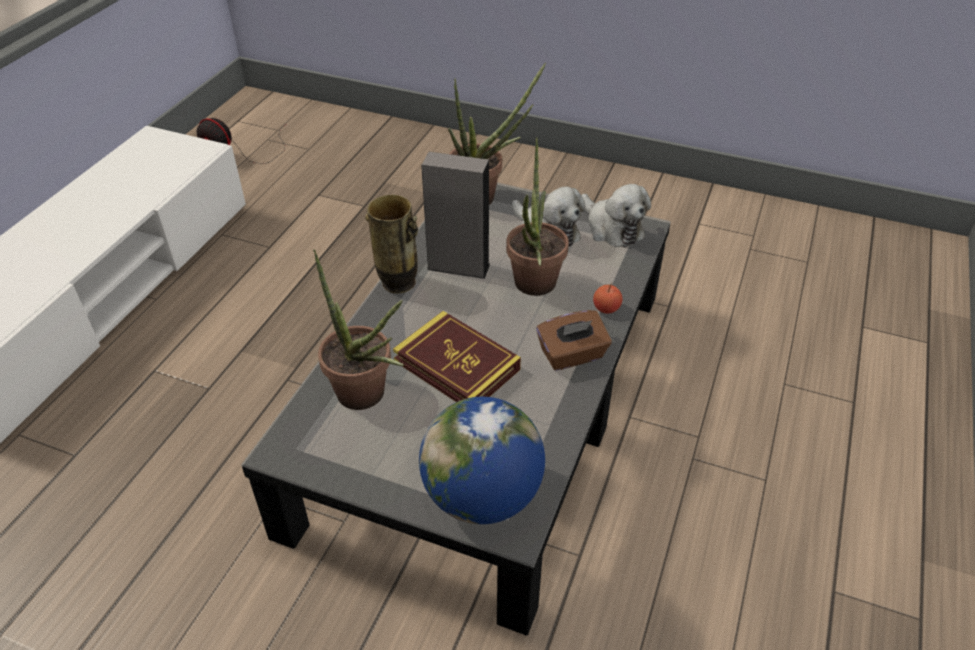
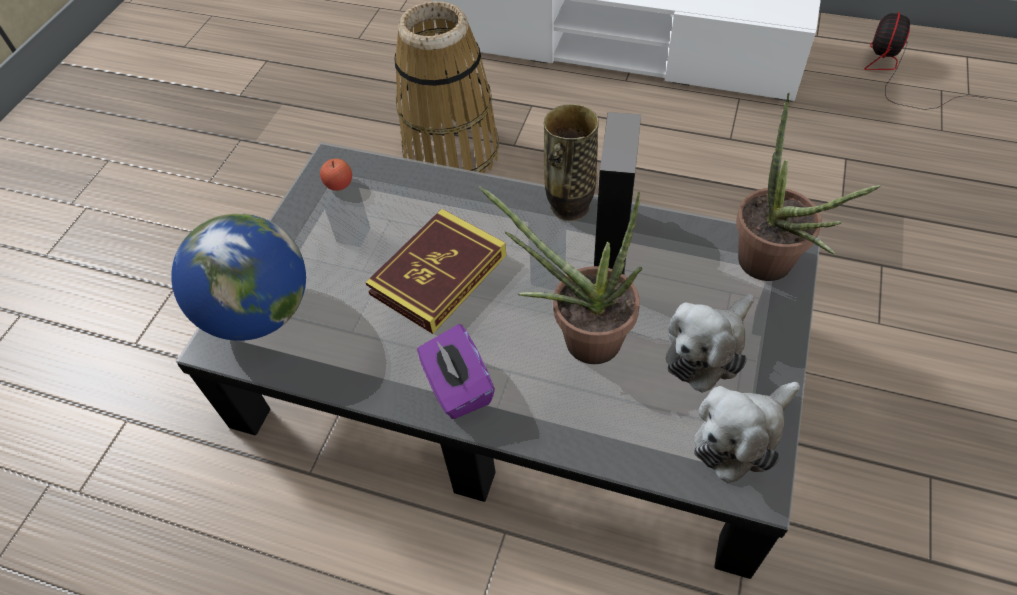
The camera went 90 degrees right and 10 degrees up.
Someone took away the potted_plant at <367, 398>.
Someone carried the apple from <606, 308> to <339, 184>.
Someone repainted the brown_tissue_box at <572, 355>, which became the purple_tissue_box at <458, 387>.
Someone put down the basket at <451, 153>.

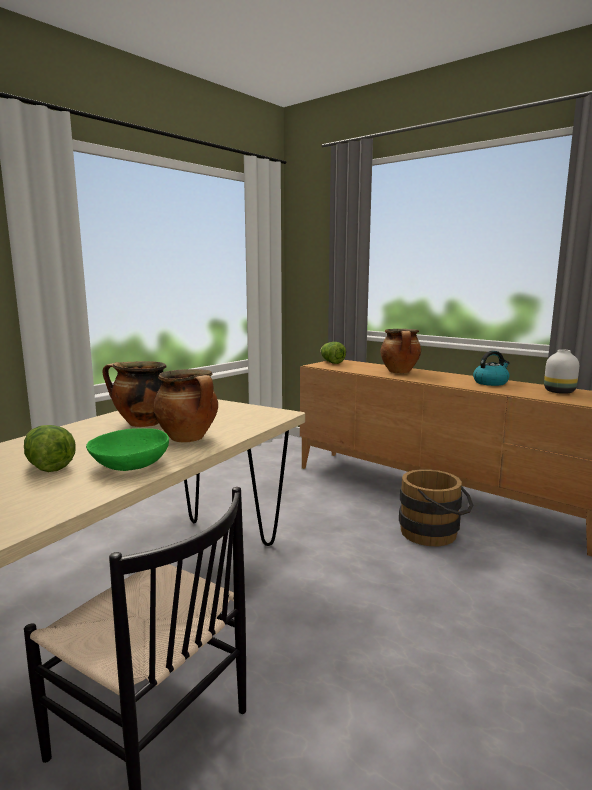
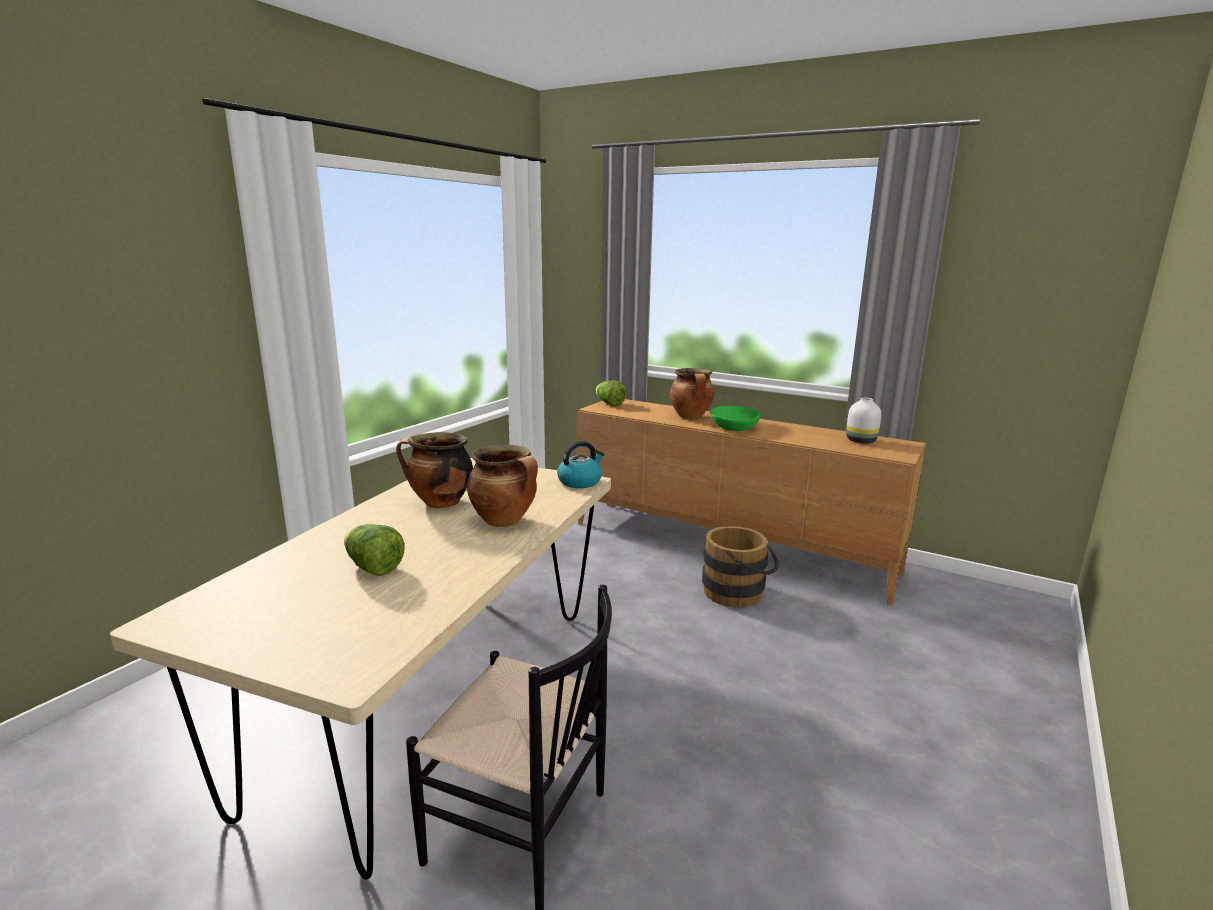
The camera went 10 degrees left and 5 degrees up.
Someone carried the kettle from <490, 383> to <580, 482>.
Someone carried the green_bowl from <131, 464> to <734, 428>.

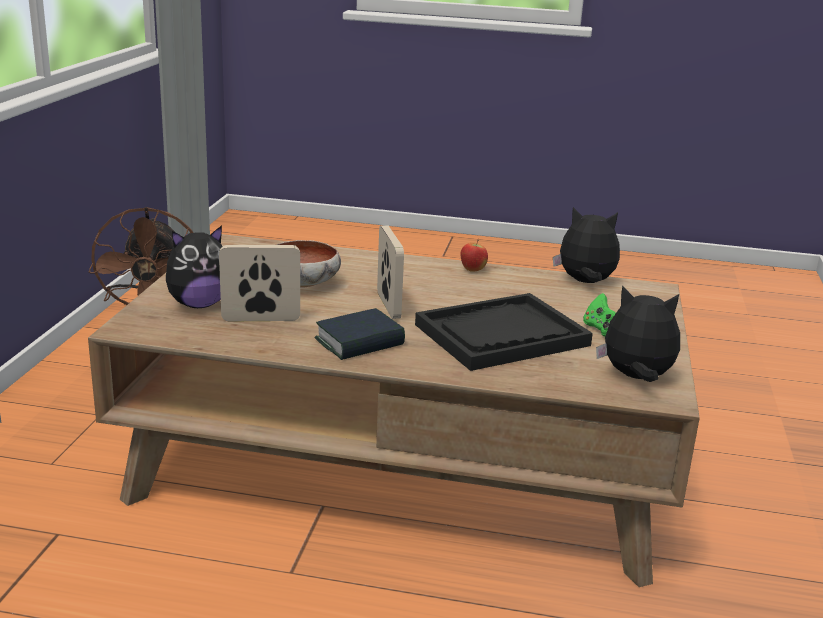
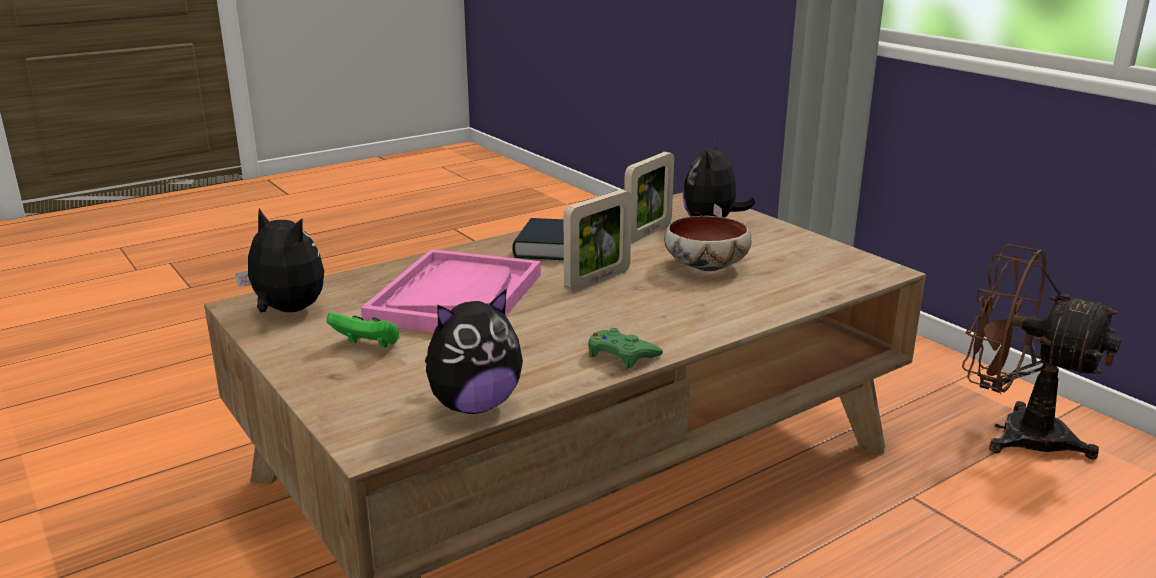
The camera went 135 degrees right and 0 degrees up.
Someone rotated the picture_frame at <388, 305> by 75 degrees counterclockwise.
Someone swapped the apple at <473, 270> for the green_game_controller at <621, 355>.
Someone rotated the plush_toy at <636, 378> by 120 degrees counterclockwise.
Someone repainted the black_tray at <501, 335>, which became the pink_tray at <456, 297>.

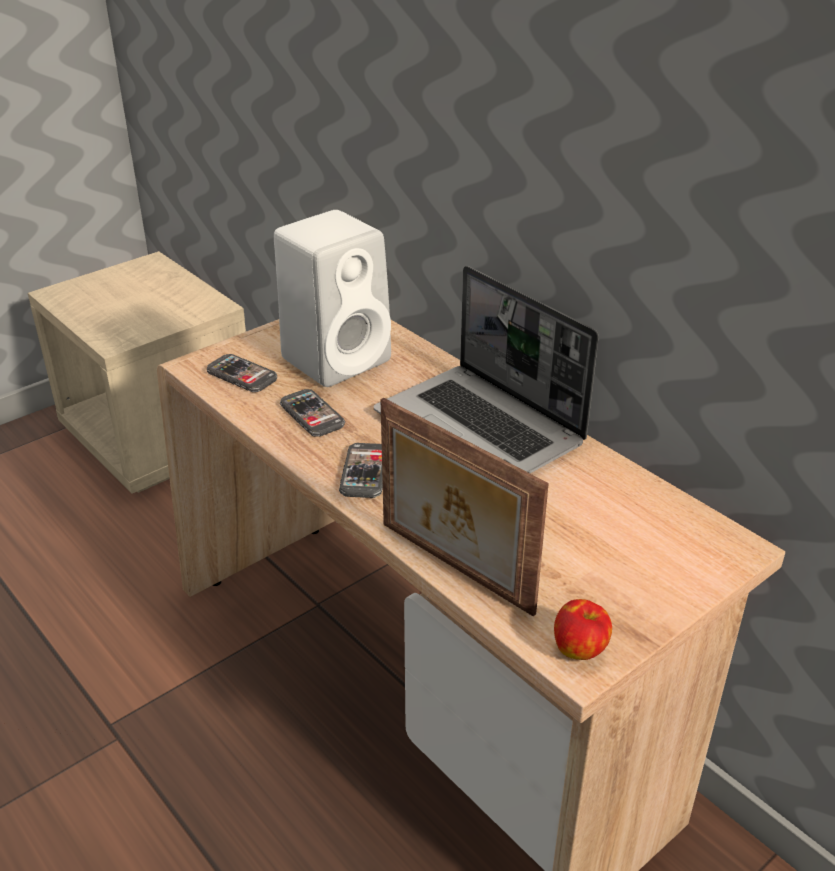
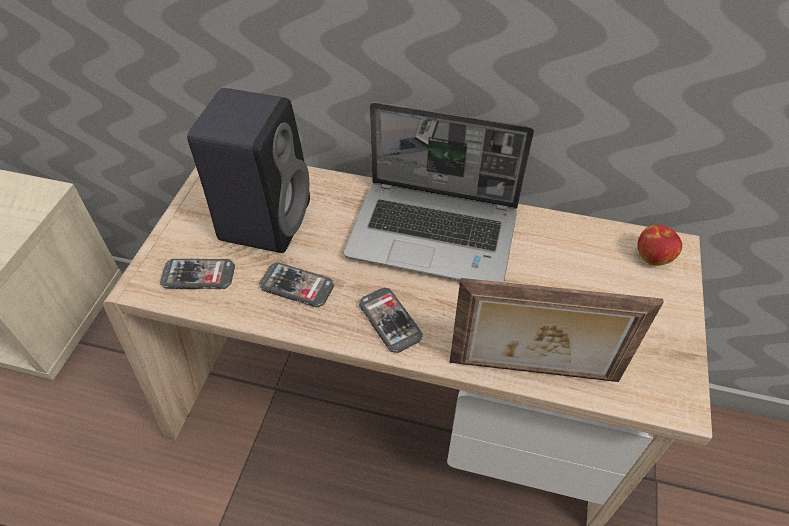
The camera went 35 degrees left and 15 degrees up.
Someone repainted the white_speaker at <338, 358>, which became the black_speaker at <266, 218>.
Someone carried the apple from <580, 649> to <653, 257>.

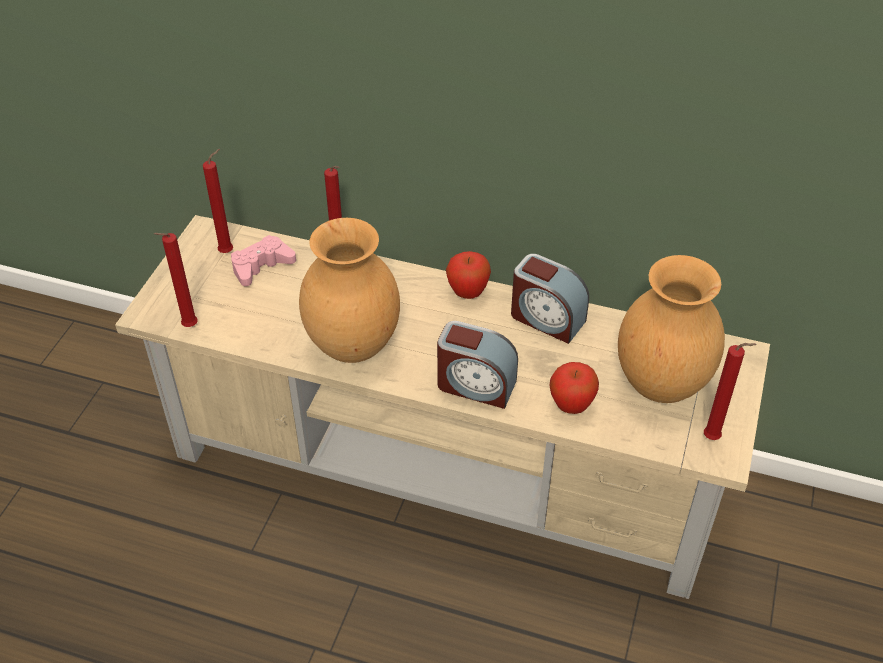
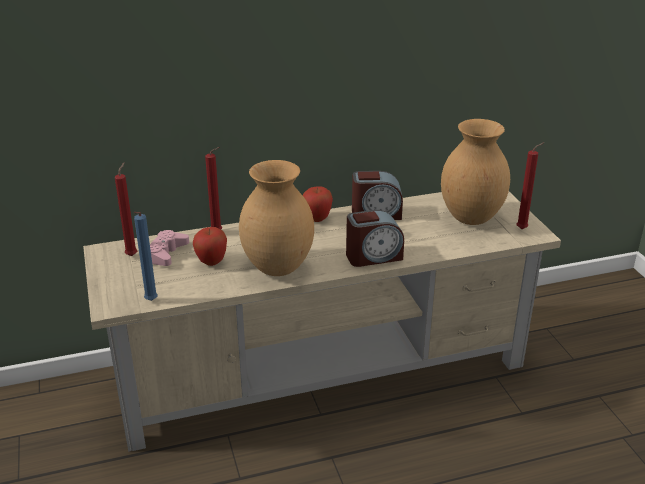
The camera went 35 degrees left and 15 degrees down.
Someone repainted the red_candle at <188, 327>, which became the blue_candle at <150, 302>.
Someone carried the apple from <571, 406> to <211, 262>.

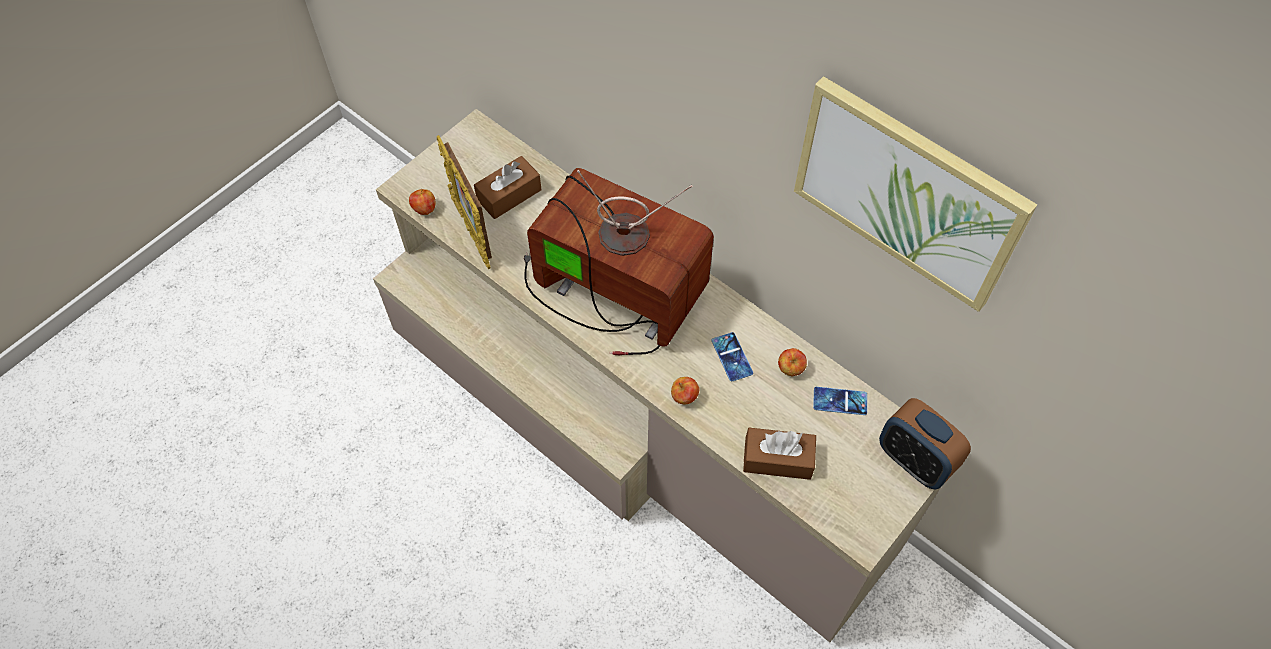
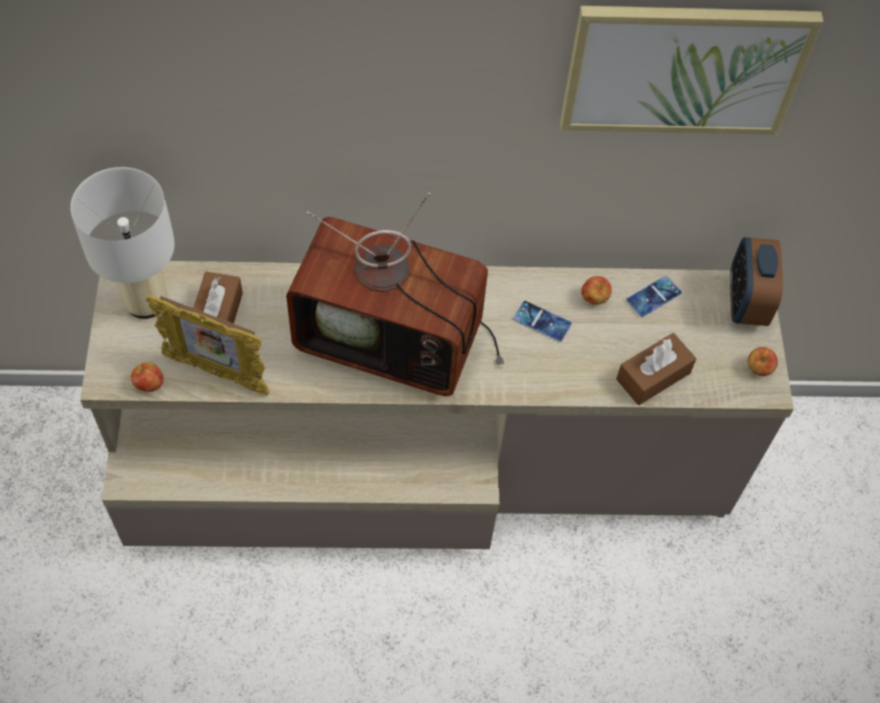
The camera went 45 degrees left and 0 degrees up.
Someone rotated the television at <613, 293> by 150 degrees counterclockwise.
Someone carried the apple from <684, 397> to <758, 369>.
Someone rotated the alarm_clock at <914, 460> by 90 degrees clockwise.
Someone put down the white_table_lamp at <145, 302>.

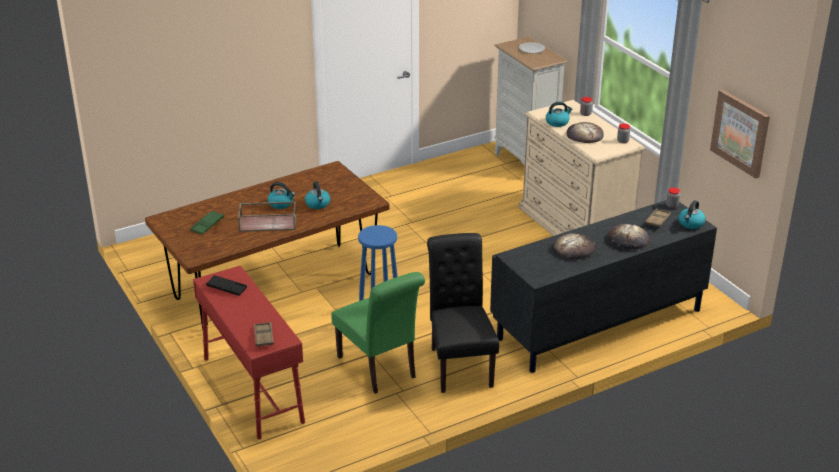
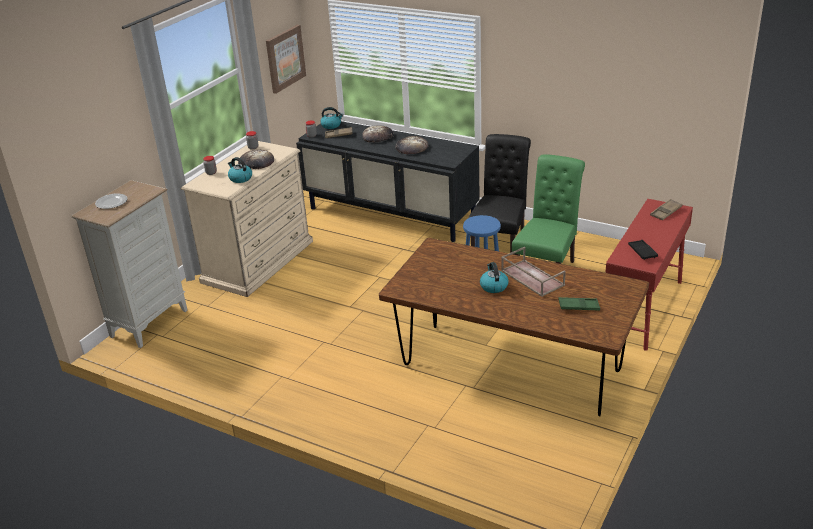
The camera went 120 degrees left and 0 degrees up.
Someone took away the kettle at <318, 204>.
Someone rotated the black_chair at <459, 364> by 150 degrees clockwise.

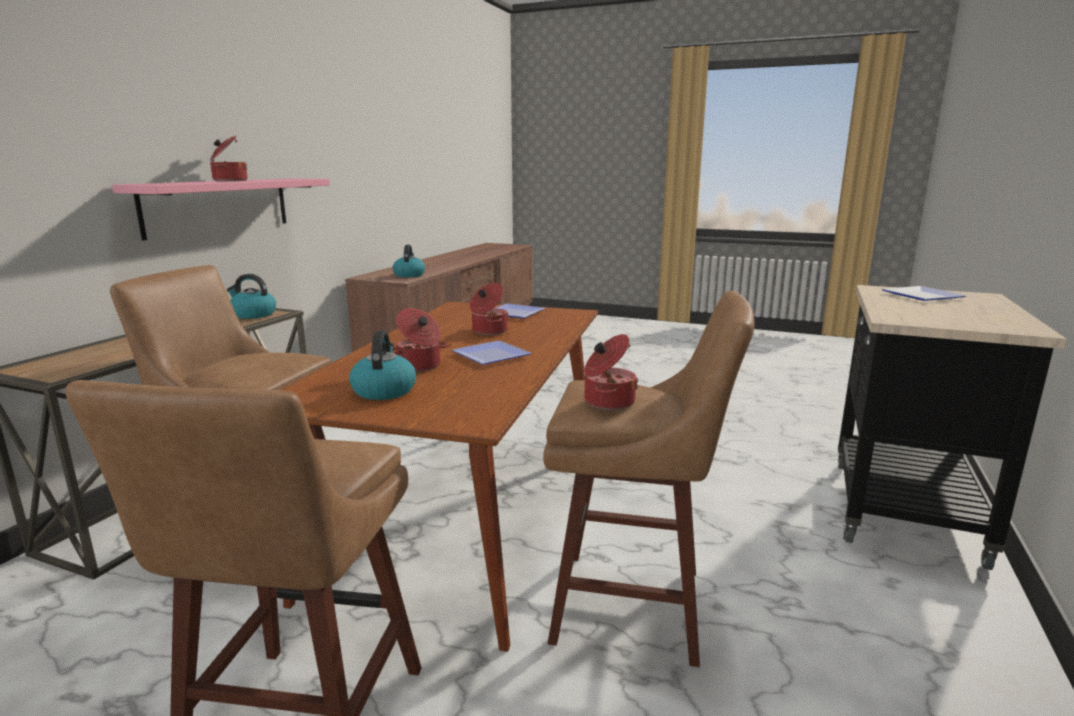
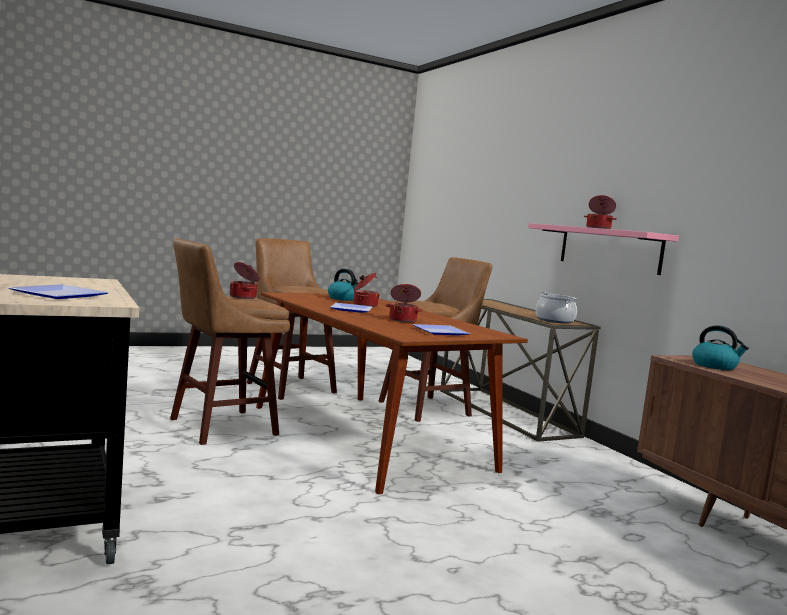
The camera went 130 degrees right and 10 degrees down.
Someone swapped the kettle at <253, 314> for the cooking_pot at <554, 320>.

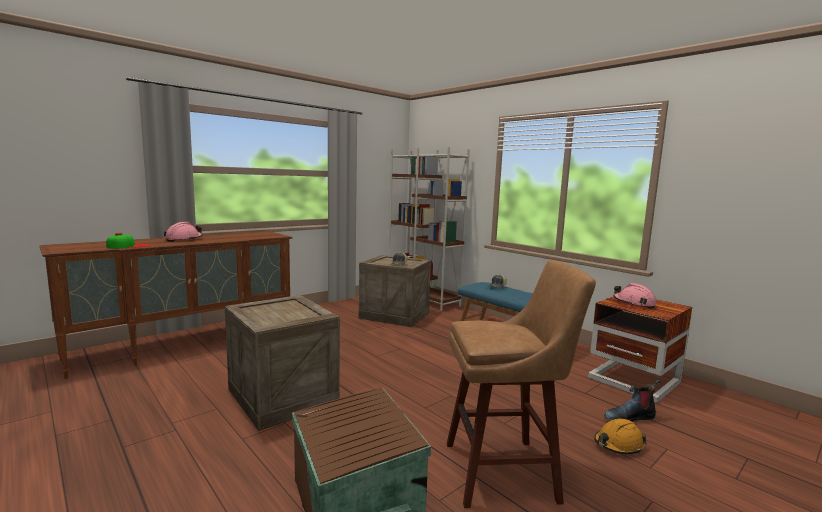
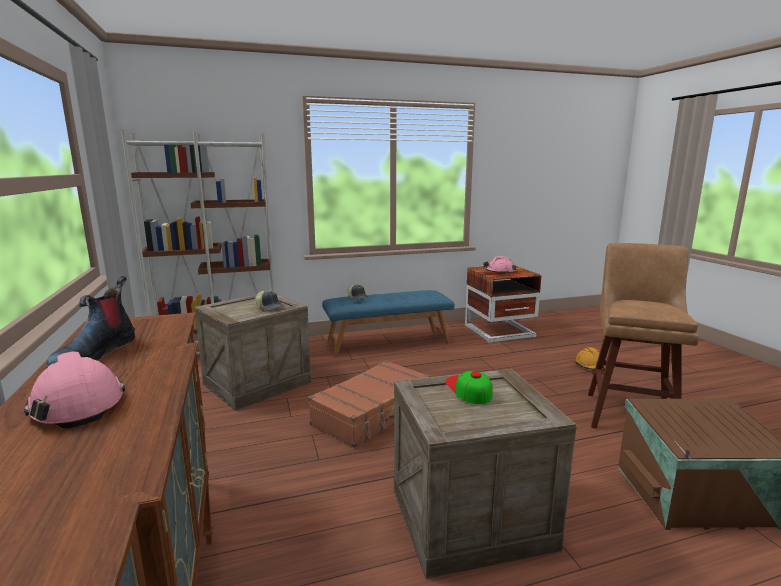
The camera went 65 degrees left and 5 degrees up.
Someone carried the cap from <129, 246> to <468, 389>.
Someone carried the boot from <629, 417> to <95, 353>.
Someone put down the brown_suitcase at <373, 413>.

